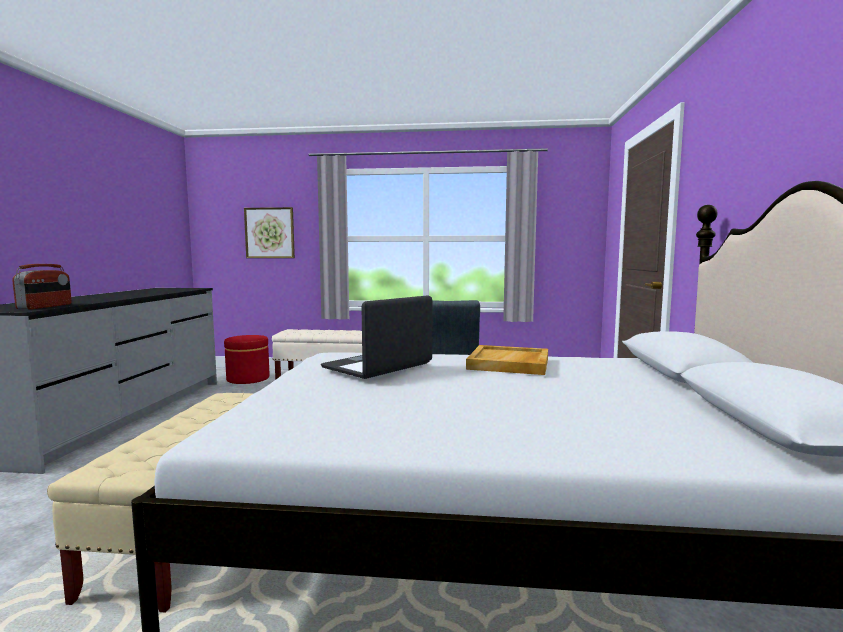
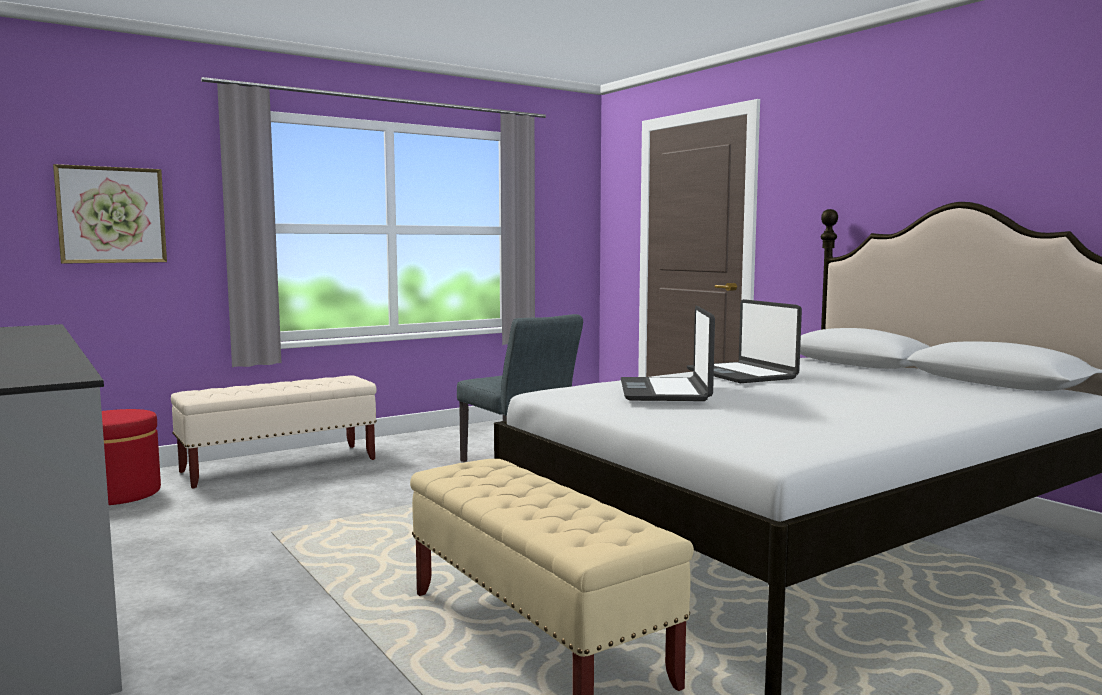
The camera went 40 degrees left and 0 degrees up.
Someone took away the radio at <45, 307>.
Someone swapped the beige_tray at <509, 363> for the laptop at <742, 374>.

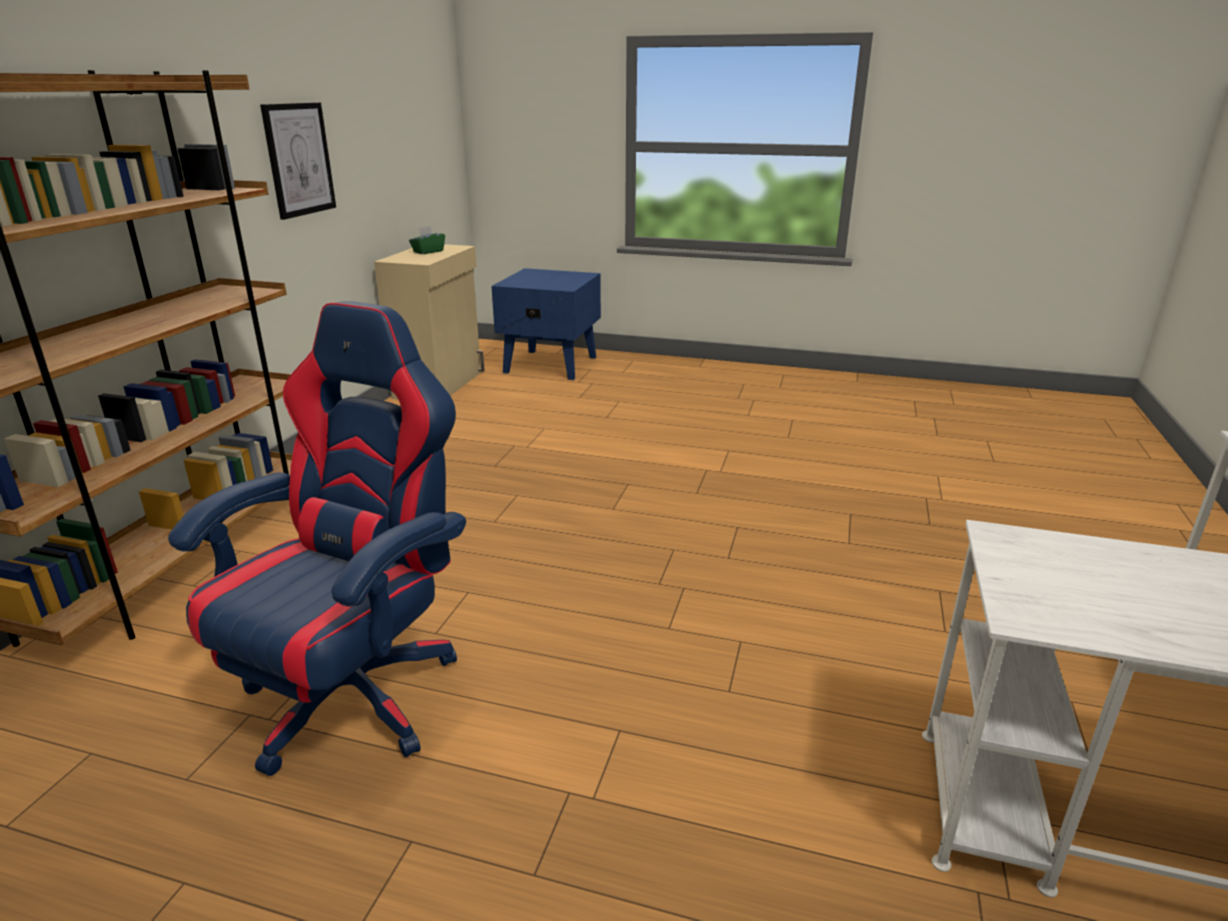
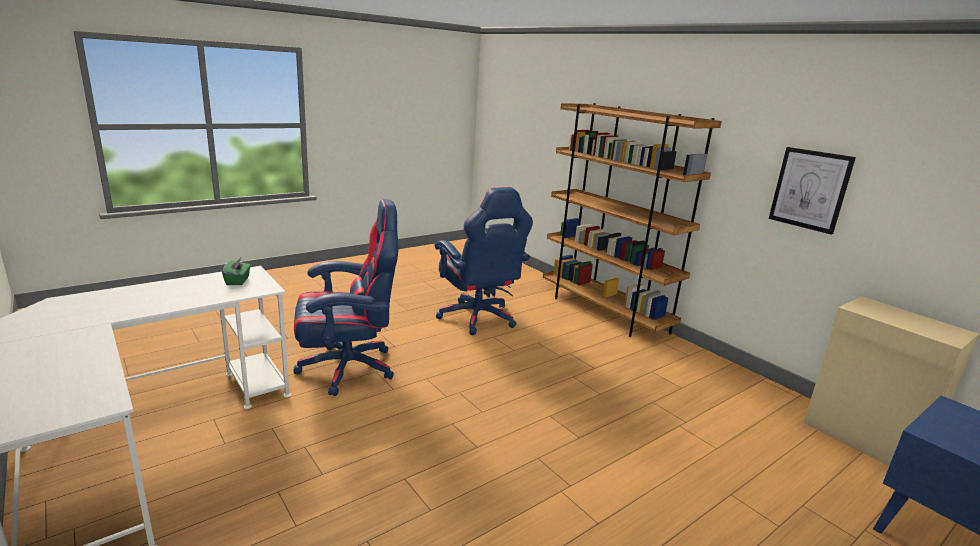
The camera went 125 degrees right and 5 degrees down.
Someone carried the green_tissue_box from <428, 252> to <238, 281>.
Someone put down the blue_office_chair at <347, 368>.

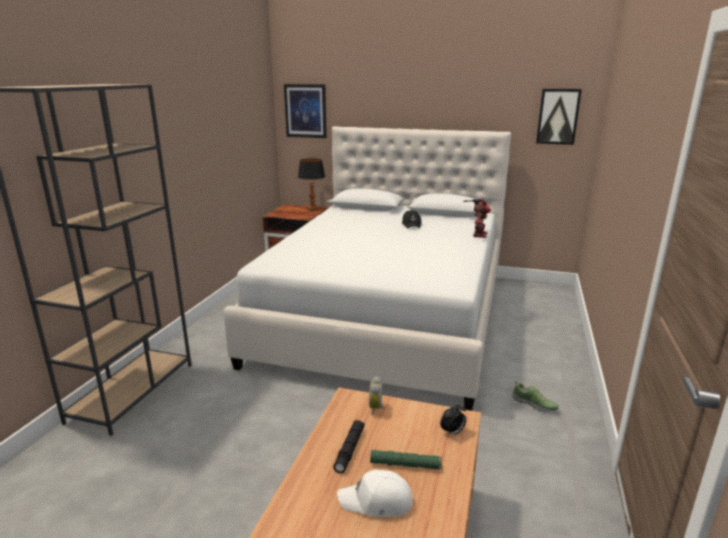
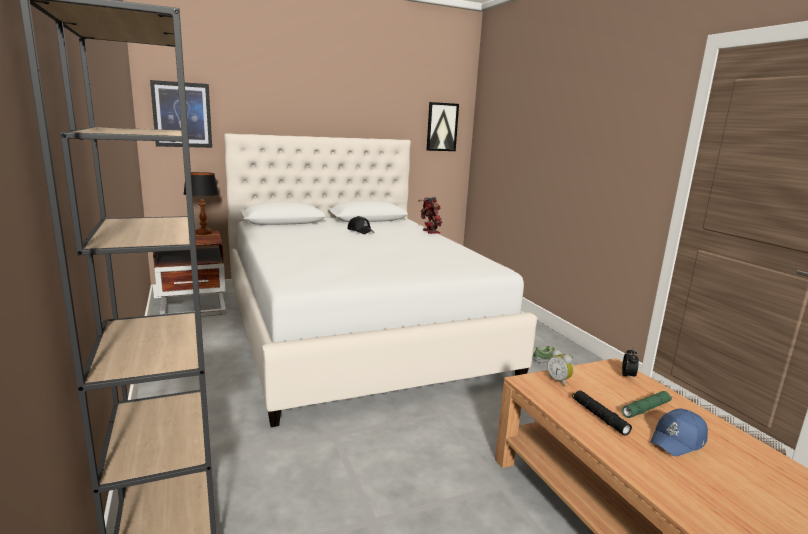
The camera went 40 degrees left and 5 degrees down.
Someone repainted the white_cap at <376, 501>, which became the blue_cap at <678, 440>.

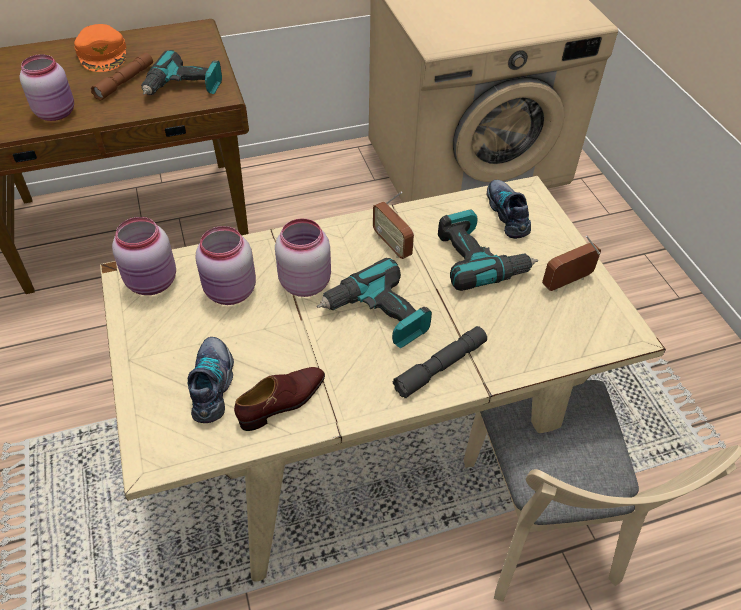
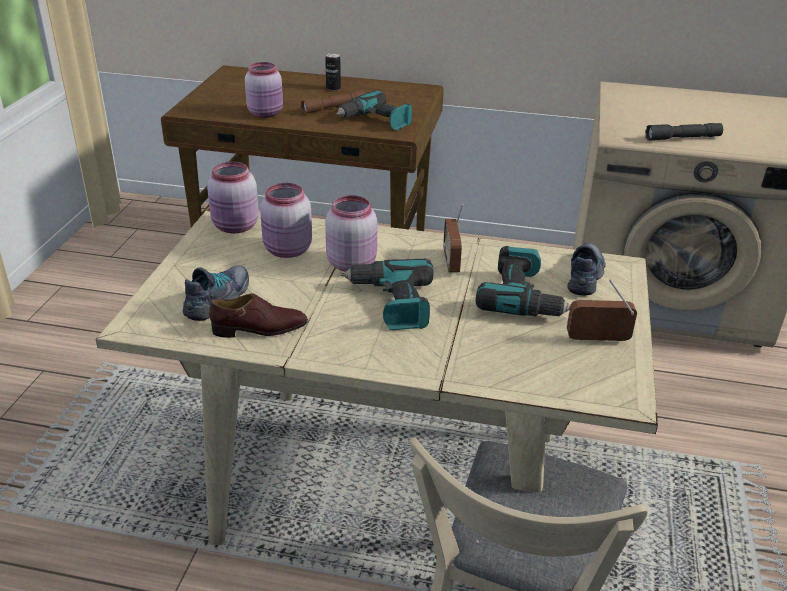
The camera went 30 degrees right and 15 degrees down.
Someone swapped the orange_cap at <103, 54> for the can at <333, 88>.
Someone carried the grey_flashlight from <440, 367> to <682, 138>.

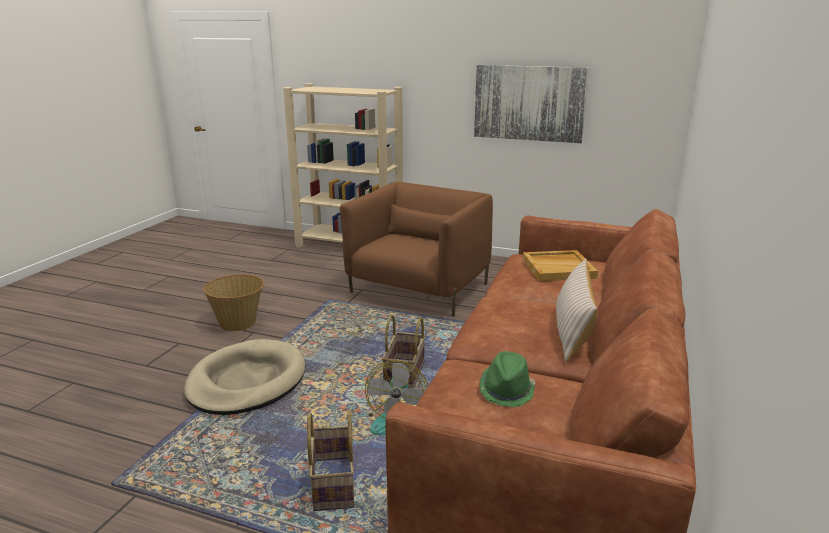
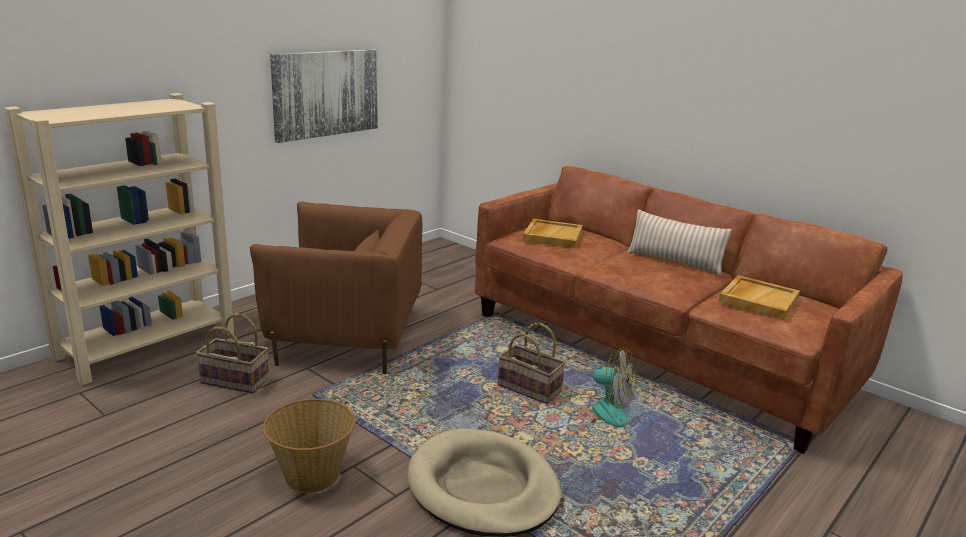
The camera went 70 degrees left and 0 degrees up.
Someone rotated the brown_armchair at <419, 289> by 135 degrees clockwise.
Someone swapped the green_hat at <507, 390> for the beige_tray at <758, 299>.
Someone carried the basket from <332, 484> to <234, 381>.

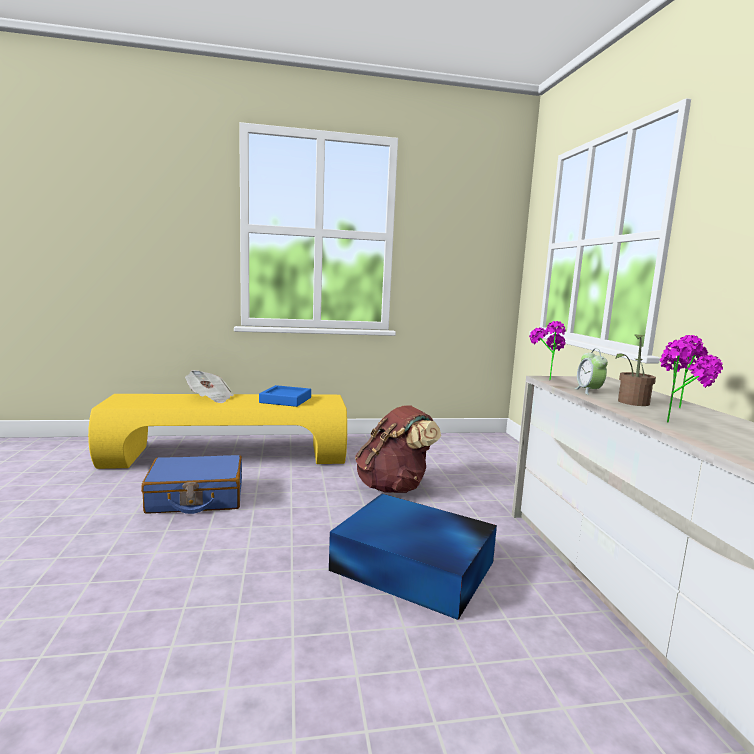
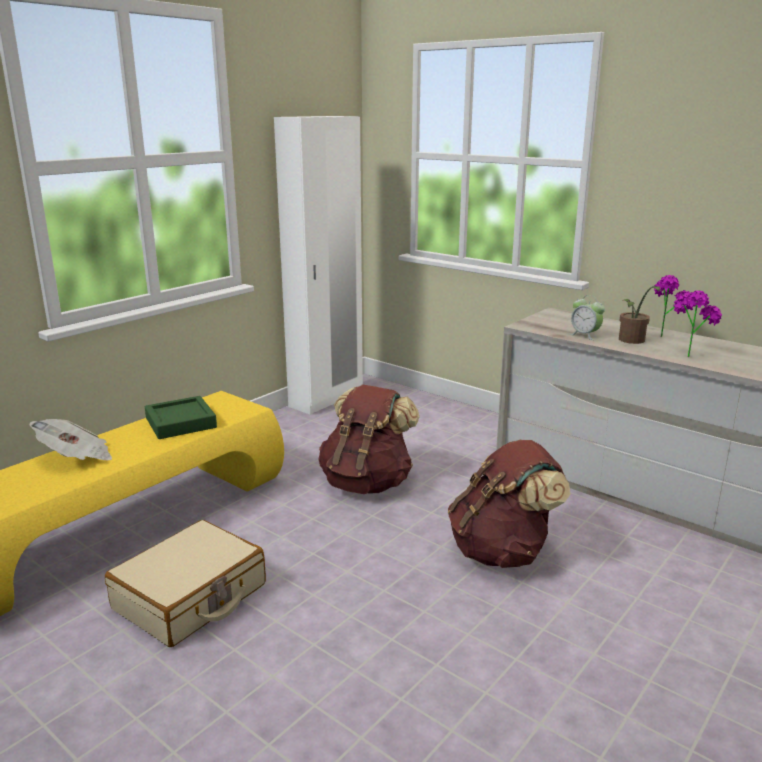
The camera went 40 degrees left and 10 degrees up.
Someone took away the potted_plant at <544, 378>.
Someone repainted the blue_tray at <285, 400>, which became the green_tray at <181, 423>.
Someone repainted the blue_suitcase at <196, 497>, which became the beige_suitcase at <191, 597>.
Someone swapped the blue_storage_box at <414, 567> for the brown_backpack at <502, 552>.
Someone put down the white_wardrobe at <326, 399>.

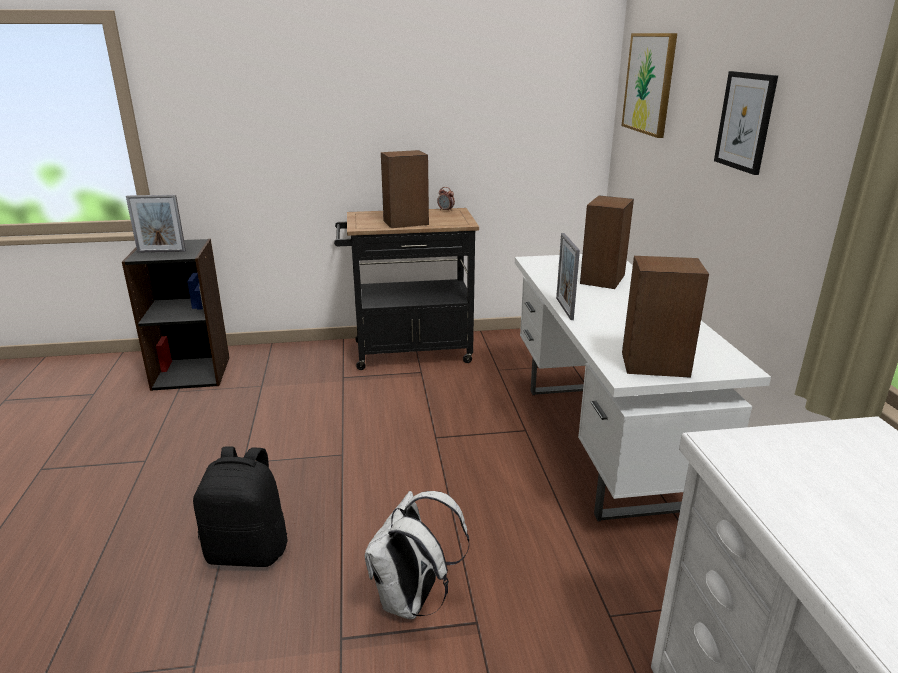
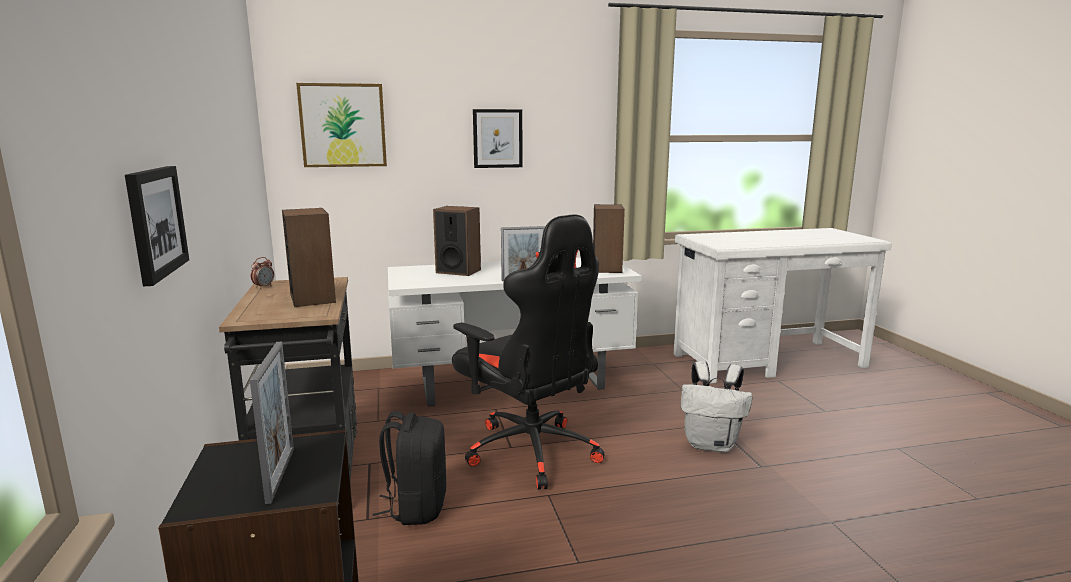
The camera went 95 degrees left and 10 degrees down.
Someone carried the black_backpack from <249, 550> to <416, 507>.
Someone put up the picture at <155, 222>.
Someone put down the black_office_chair at <525, 448>.

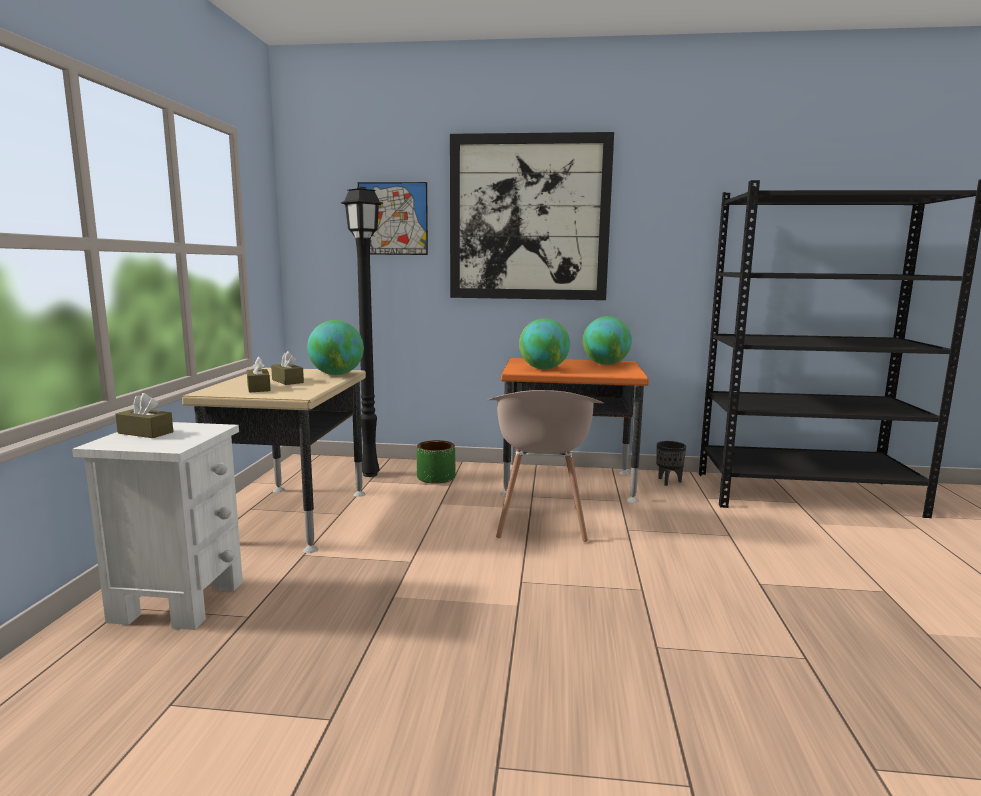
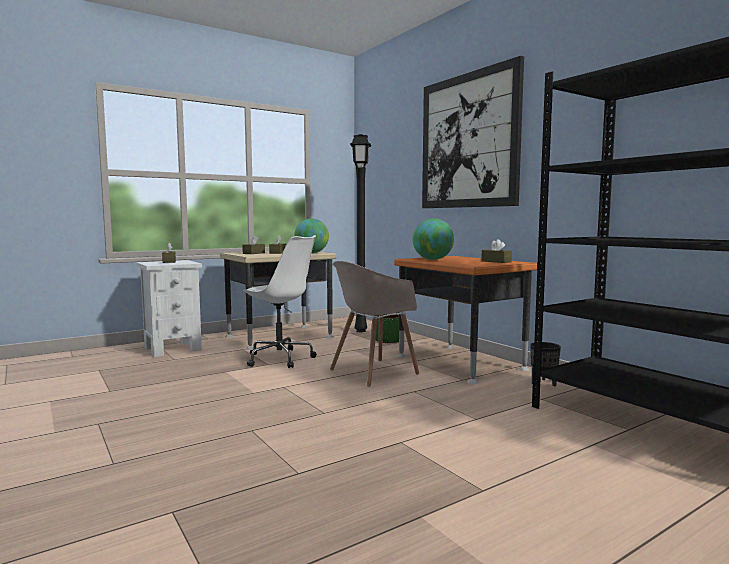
The camera went 50 degrees right and 5 degrees down.
Someone took away the picture at <393, 218>.
Someone swapped the globe at <605, 364> for the brown_tissue_box at <496, 261>.
Someone put down the white_office_chair at <281, 359>.

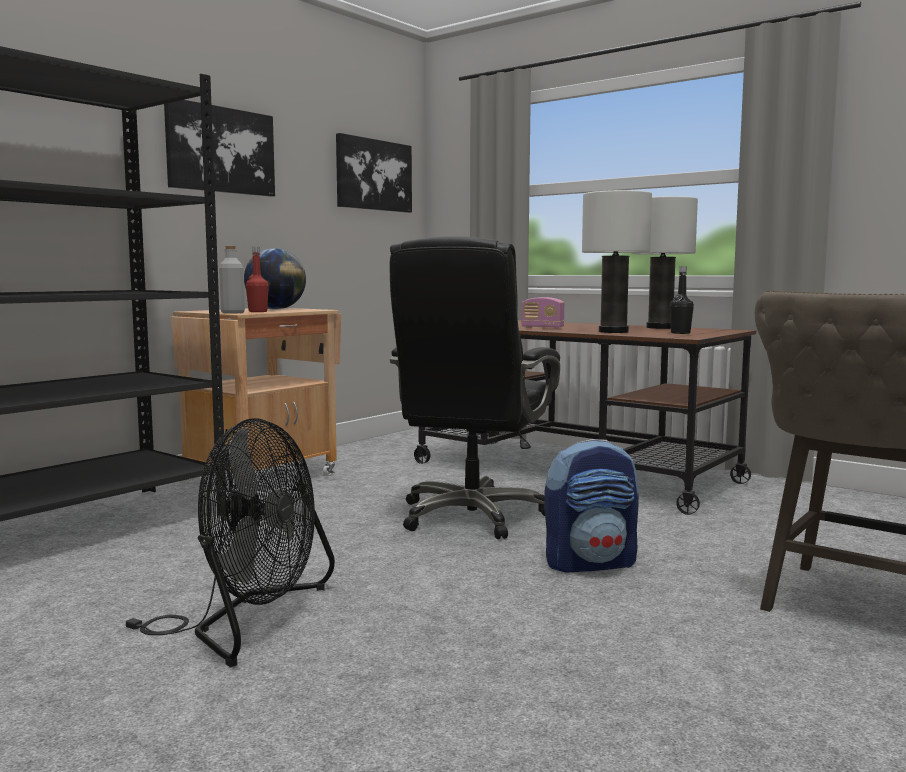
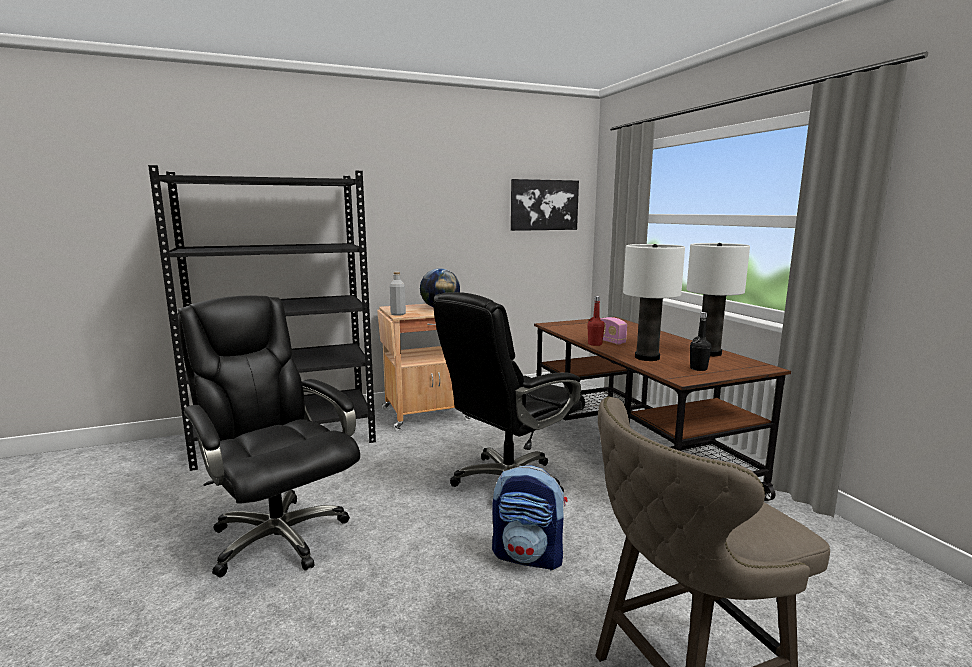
The camera went 30 degrees right and 5 degrees up.
Someone took away the picture at <220, 150>.
Someone carried the red_bottle from <258, 311> to <595, 344>.
Someone swapped the black_fan at <244, 621> for the black_office_chair at <280, 539>.

